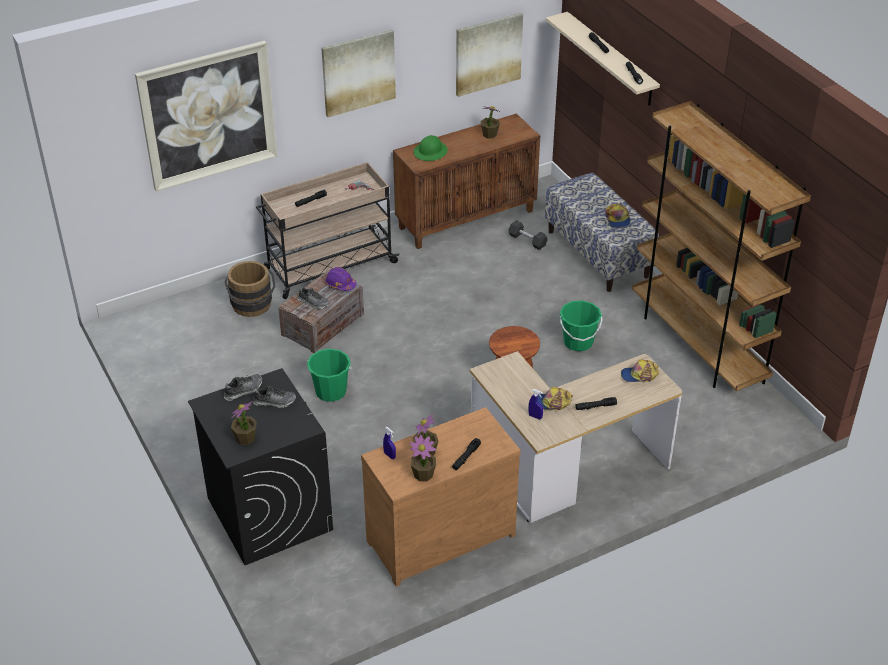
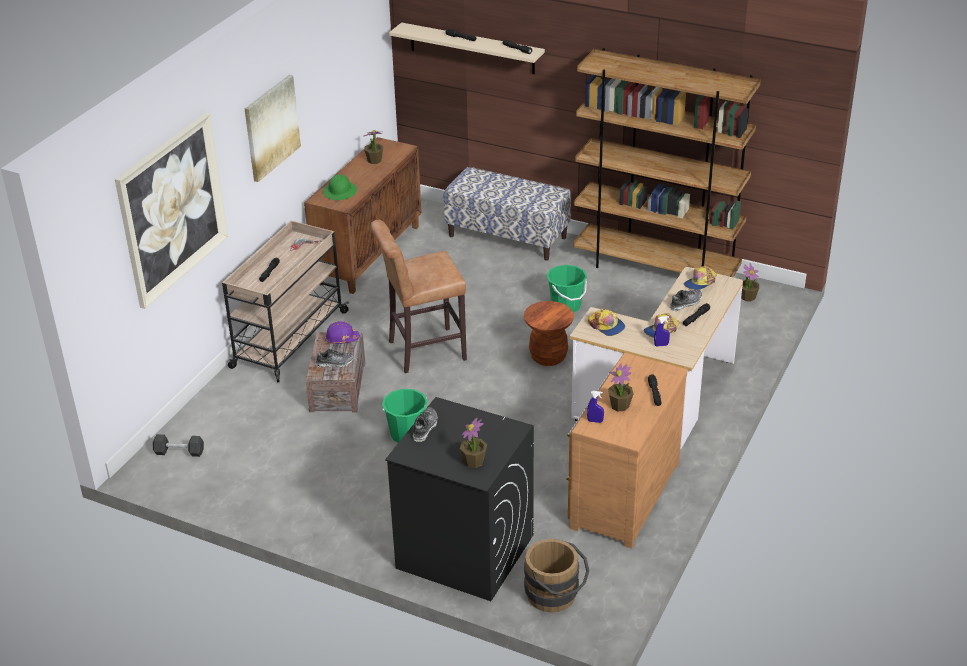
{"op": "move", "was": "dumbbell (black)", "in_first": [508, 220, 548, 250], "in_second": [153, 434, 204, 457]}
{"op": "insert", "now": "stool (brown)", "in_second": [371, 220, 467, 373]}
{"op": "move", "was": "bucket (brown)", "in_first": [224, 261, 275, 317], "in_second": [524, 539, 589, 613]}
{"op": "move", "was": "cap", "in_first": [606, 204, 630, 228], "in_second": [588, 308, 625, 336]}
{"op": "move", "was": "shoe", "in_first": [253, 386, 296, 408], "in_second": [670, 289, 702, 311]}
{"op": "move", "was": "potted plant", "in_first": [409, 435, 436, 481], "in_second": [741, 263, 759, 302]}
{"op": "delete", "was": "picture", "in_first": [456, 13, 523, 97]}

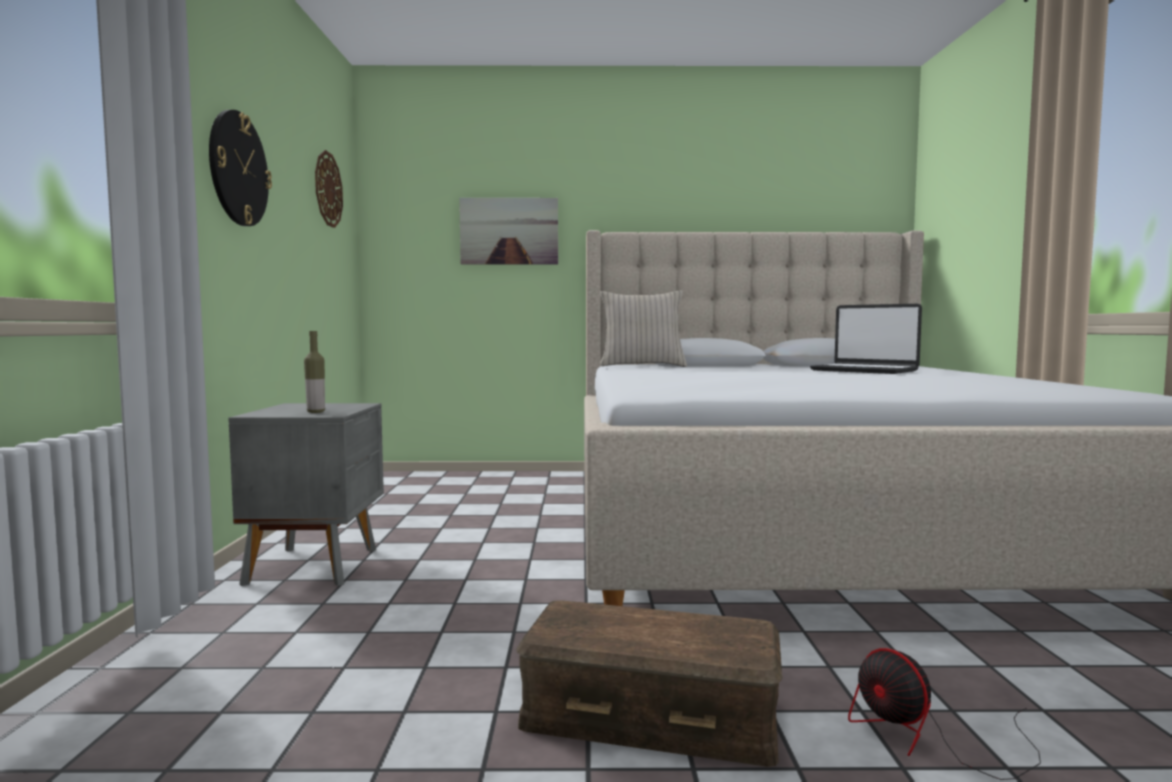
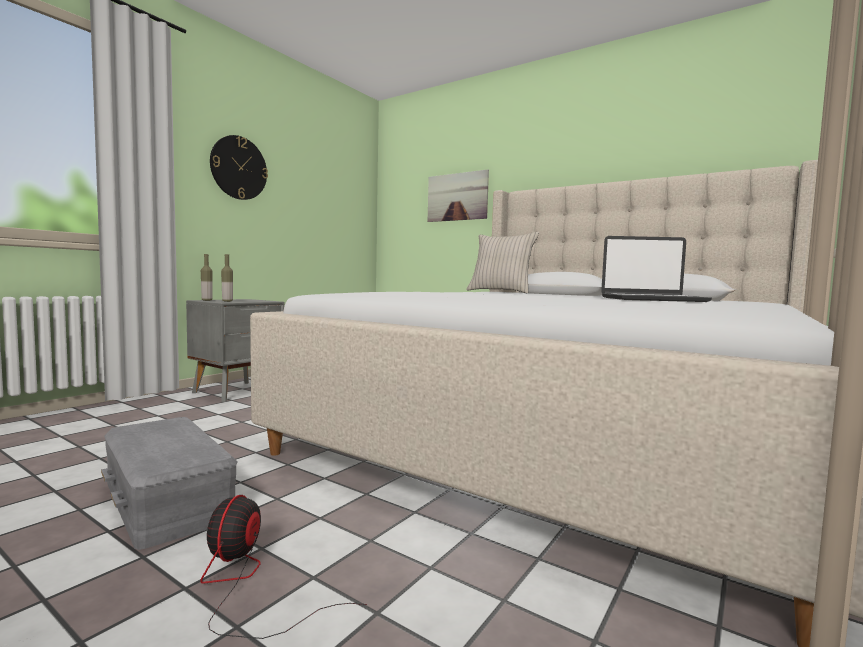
{"op": "recolor", "was": "storage box (brown)", "now": "storage box (grey)", "in_first": [516, 600, 782, 767], "in_second": [101, 417, 237, 550]}
{"op": "insert", "now": "bottle", "in_second": [201, 254, 212, 301]}
{"op": "rotate", "was": "laptop", "in_first": [810, 304, 922, 374], "in_second": [601, 236, 712, 302], "clockwise": -75}
{"op": "delete", "was": "wall clock", "in_first": [315, 150, 343, 228]}

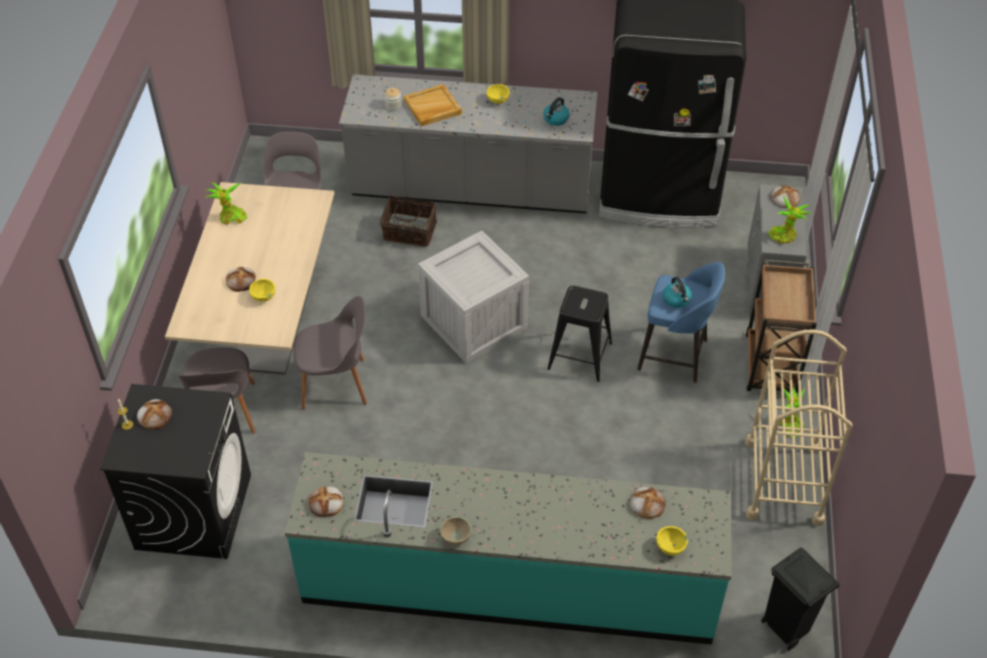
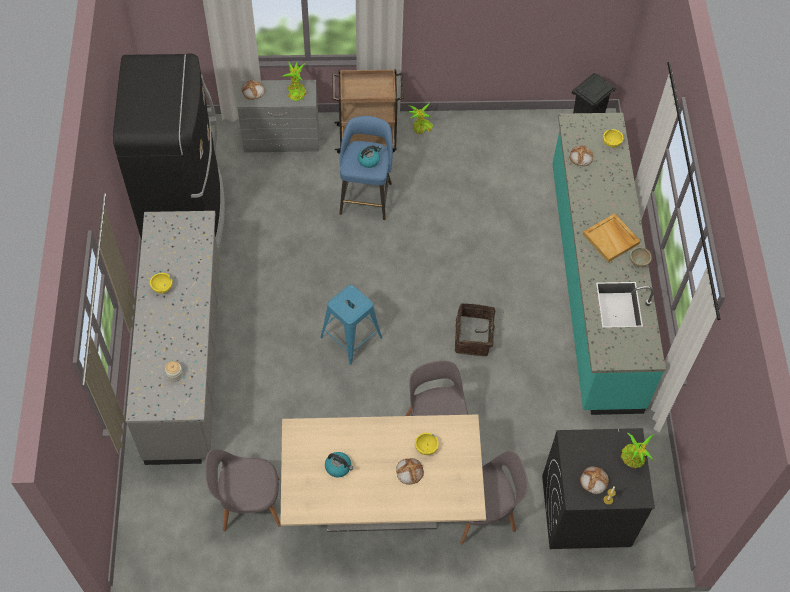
{"op": "replace", "was": "crate", "now": "stool (blue)", "in_first": [418, 231, 529, 363], "in_second": [320, 285, 382, 365]}
{"op": "move", "was": "kettle", "in_first": [543, 97, 570, 126], "in_second": [325, 452, 353, 477]}
{"op": "move", "was": "basket", "in_first": [380, 196, 437, 247], "in_second": [455, 303, 501, 356]}
{"op": "move", "was": "tray (beige)", "in_first": [404, 84, 462, 127], "in_second": [583, 213, 640, 262]}
{"op": "move", "was": "potted plant", "in_first": [205, 182, 247, 225], "in_second": [621, 433, 655, 468]}
{"op": "delete", "was": "bread", "in_first": [308, 486, 343, 517]}
{"op": "delete", "was": "stool (black)", "in_first": [547, 286, 612, 382]}
{"op": "delete", "was": "cart (beige)", "in_first": [745, 330, 853, 526]}

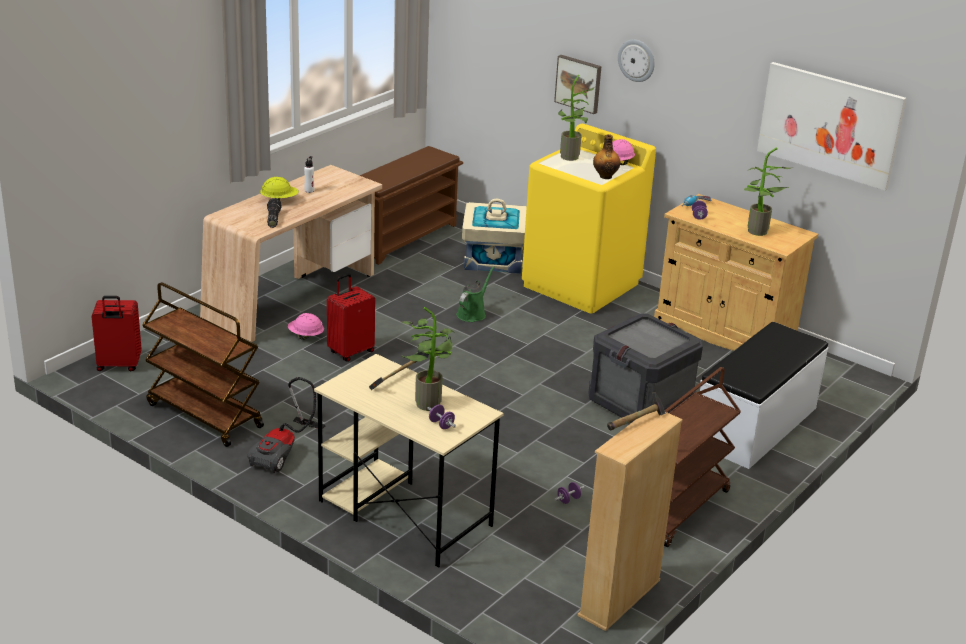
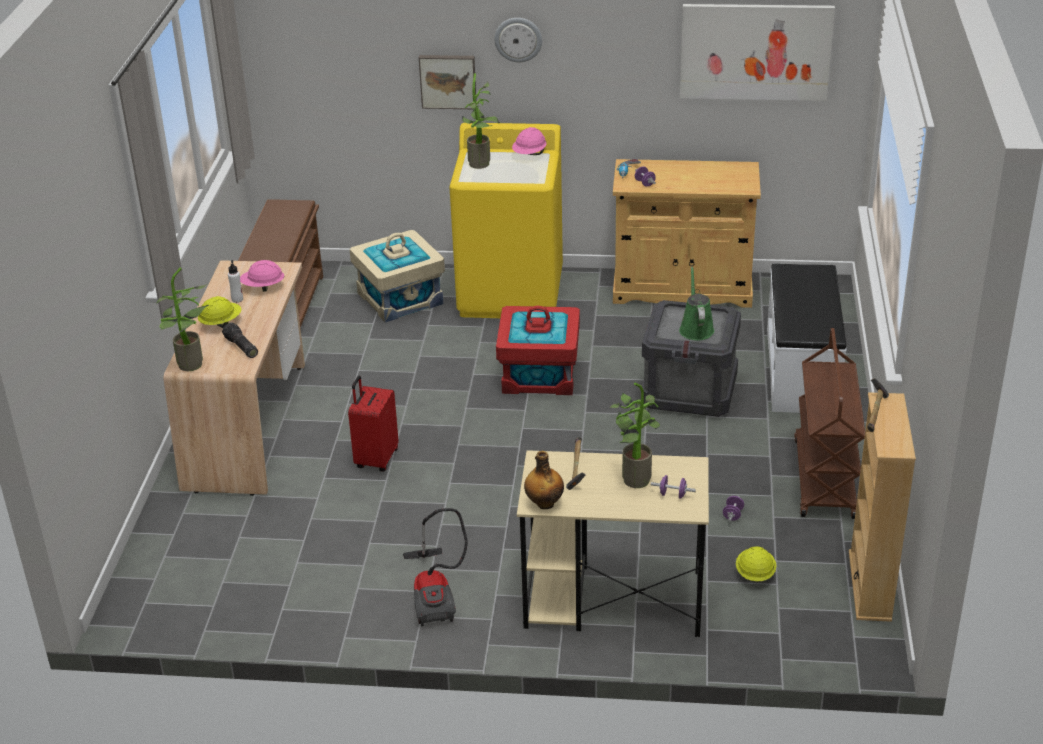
{"op": "move", "was": "potted plant", "in_first": [744, 147, 793, 236], "in_second": [155, 268, 209, 371]}
{"op": "move", "was": "hard hat (pink)", "in_first": [288, 313, 324, 340], "in_second": [240, 260, 284, 292]}
{"op": "insert", "now": "storage box (red)", "in_second": [496, 306, 580, 395]}
{"op": "move", "was": "bottle", "in_first": [593, 134, 621, 179], "in_second": [524, 451, 564, 509]}
{"op": "move", "was": "watering can (green)", "in_first": [456, 266, 495, 322], "in_second": [679, 267, 714, 340]}
{"op": "insert", "now": "hard hat (yellow)", "in_second": [736, 546, 776, 582]}
{"op": "delete", "was": "suitcase (red)", "in_first": [92, 296, 142, 372]}
{"op": "delete", "was": "cart (brown)", "in_first": [142, 282, 264, 447]}

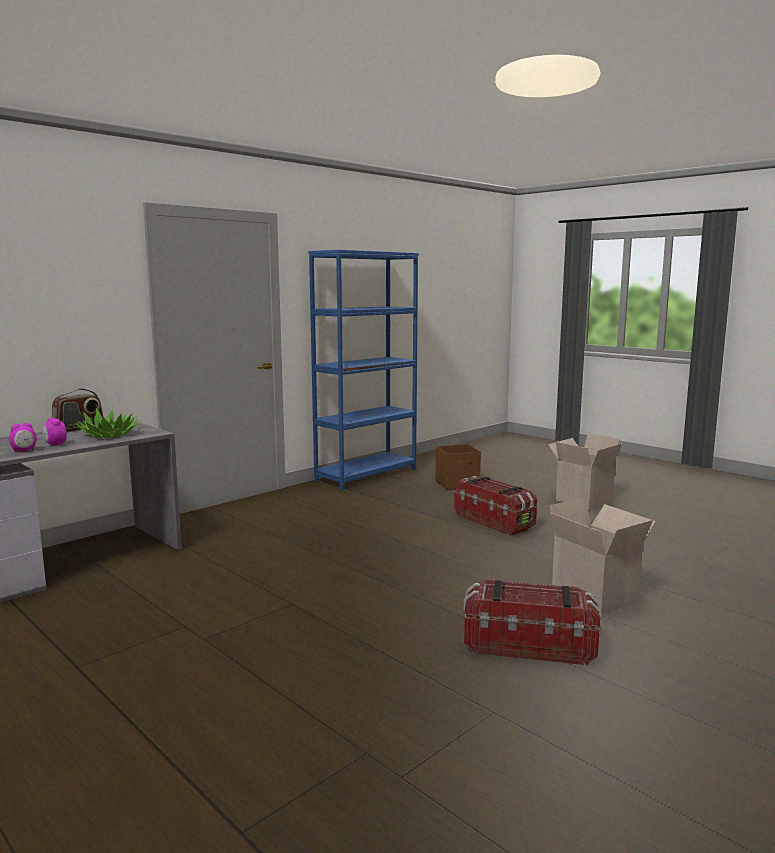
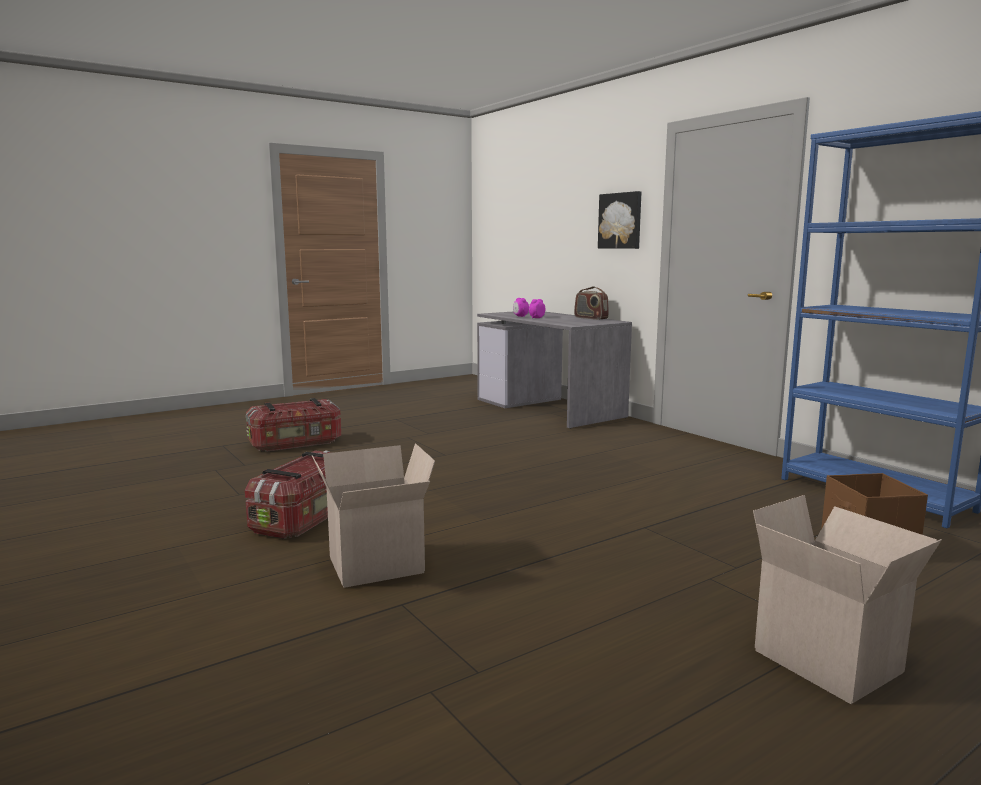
{"op": "move", "was": "storage box", "in_first": [454, 476, 537, 536], "in_second": [246, 398, 341, 452]}
{"op": "insert", "now": "picture", "in_second": [598, 191, 641, 249]}
{"op": "delete", "was": "potted plant", "in_first": [76, 408, 140, 438]}

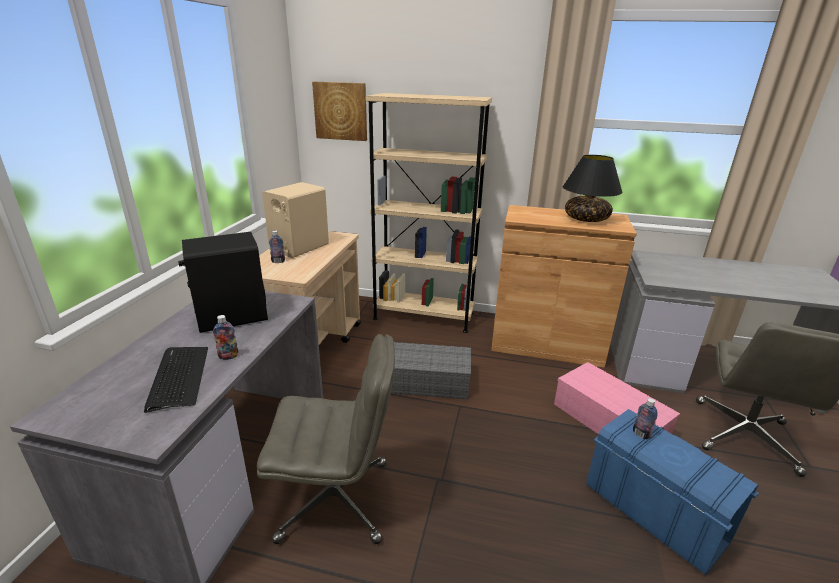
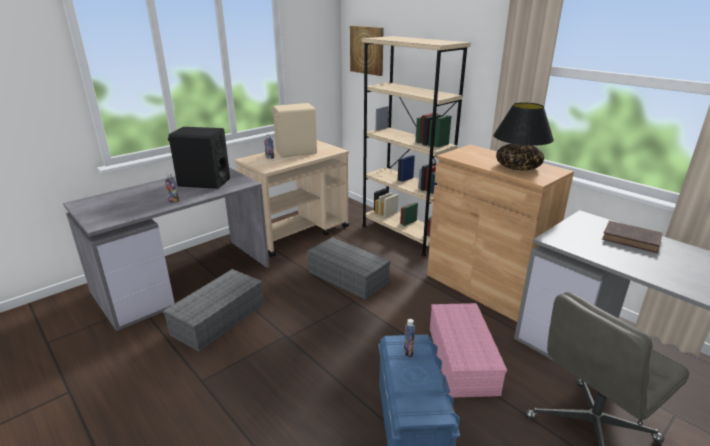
{"op": "replace", "was": "office chair (grey)", "now": "storage box (grey)", "in_first": [257, 334, 395, 544], "in_second": [163, 269, 264, 352]}
{"op": "insert", "now": "book (brown)", "in_second": [602, 221, 663, 253]}
{"op": "delete", "was": "keyboard", "in_first": [144, 347, 208, 413]}

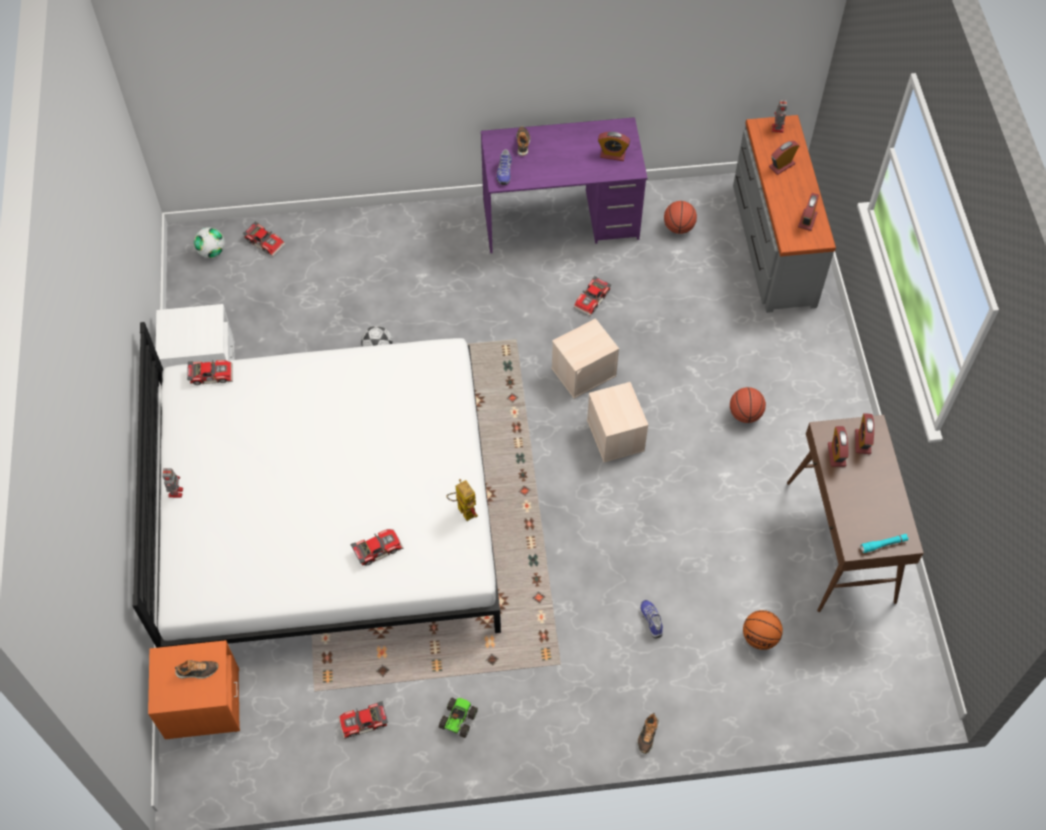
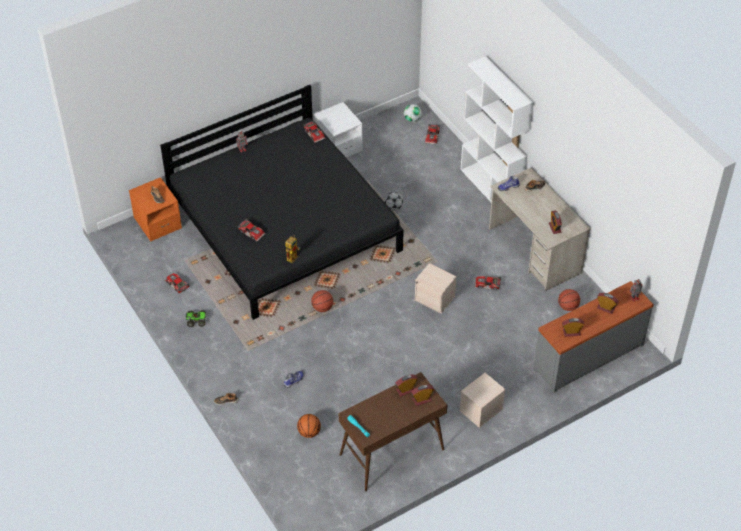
{"op": "recolor", "was": "bed (white)", "now": "bed (black)", "in_first": [132, 322, 501, 648], "in_second": [160, 85, 404, 320]}
{"op": "move", "was": "basketball", "in_first": [730, 387, 766, 423], "in_second": [311, 290, 333, 312]}
{"op": "move", "was": "storage box (beige)", "in_first": [587, 382, 649, 462], "in_second": [459, 373, 506, 428]}
{"op": "insert", "now": "bookcase (white)", "in_second": [461, 56, 533, 202]}
{"op": "recolor", "was": "desk (purple)", "now": "desk (beige)", "in_first": [481, 117, 647, 253], "in_second": [489, 167, 591, 291]}

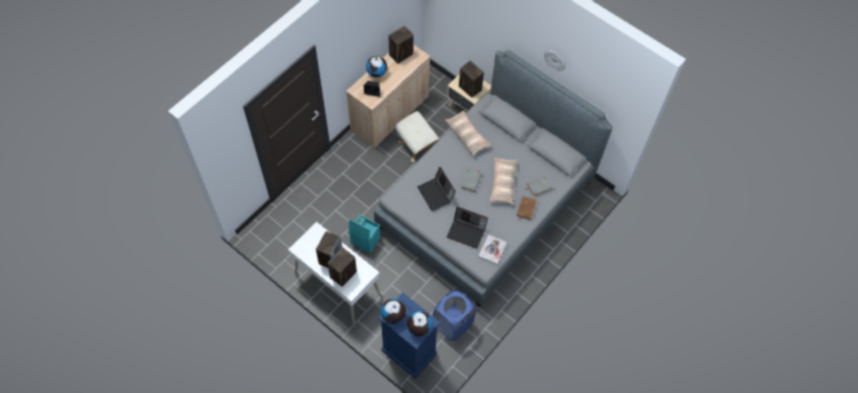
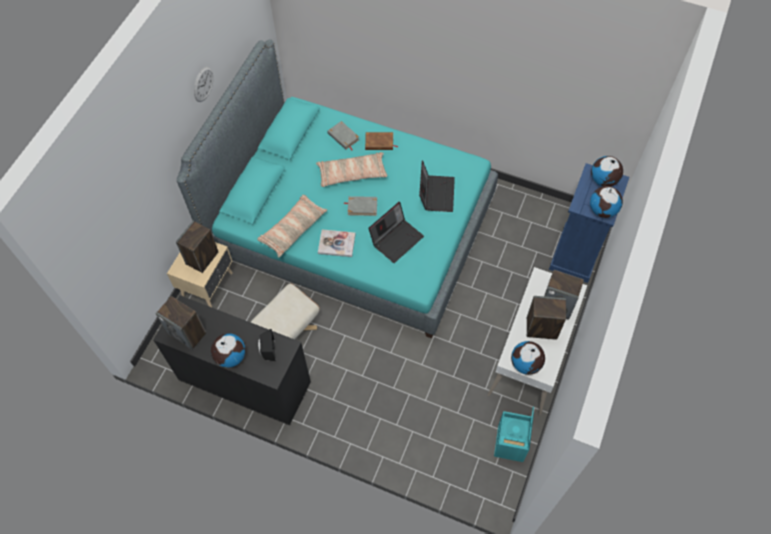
{"op": "recolor", "was": "cabinet (beige)", "now": "cabinet (black)", "in_first": [346, 45, 430, 148], "in_second": [153, 295, 311, 425]}
{"op": "recolor", "was": "bed (grey)", "now": "bed (turquoise)", "in_first": [374, 50, 613, 307], "in_second": [176, 39, 498, 338]}
{"op": "move", "was": "book", "in_first": [479, 235, 507, 265], "in_second": [318, 229, 356, 257]}
{"op": "move", "was": "storage box (turquoise)", "in_first": [349, 215, 381, 254], "in_second": [494, 406, 534, 462]}
{"op": "insert", "now": "globe", "in_second": [511, 341, 545, 375]}
{"op": "delete", "was": "laundry basket (blue)", "in_first": [433, 290, 476, 341]}

